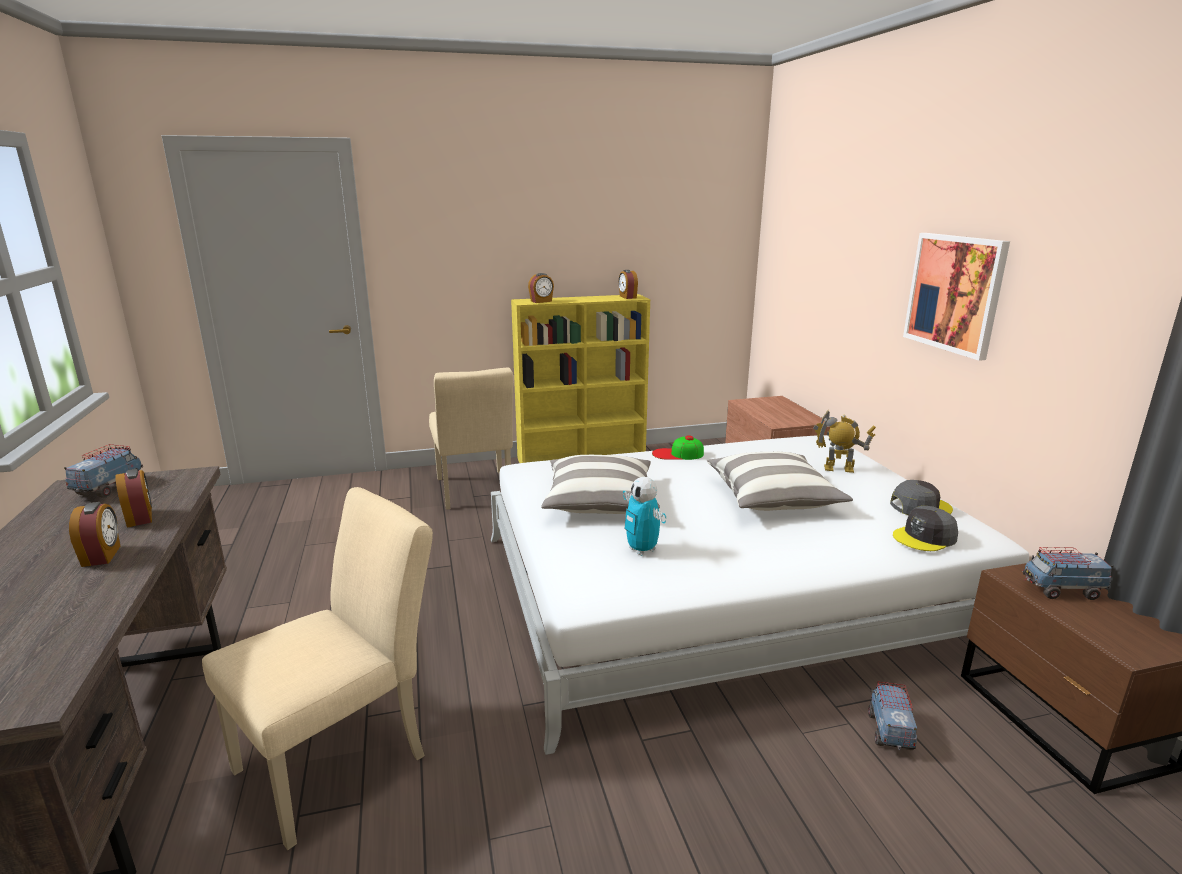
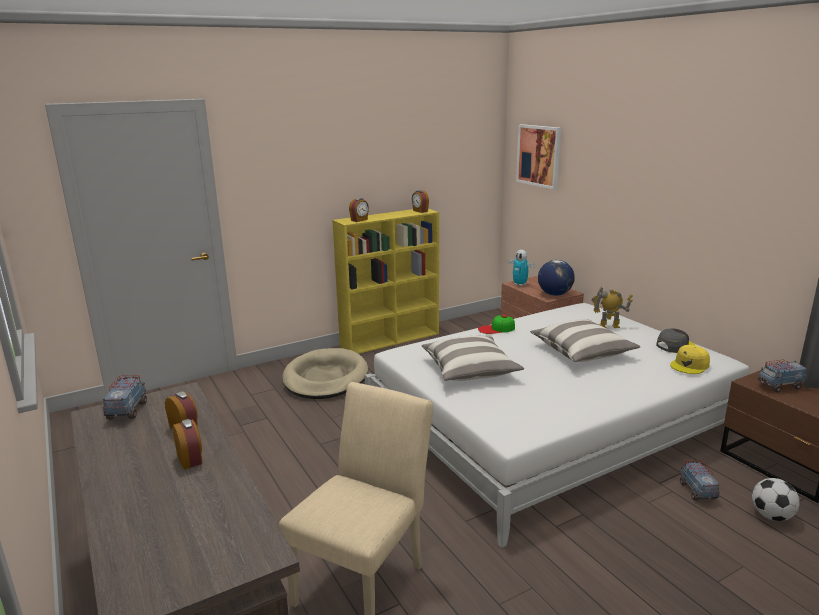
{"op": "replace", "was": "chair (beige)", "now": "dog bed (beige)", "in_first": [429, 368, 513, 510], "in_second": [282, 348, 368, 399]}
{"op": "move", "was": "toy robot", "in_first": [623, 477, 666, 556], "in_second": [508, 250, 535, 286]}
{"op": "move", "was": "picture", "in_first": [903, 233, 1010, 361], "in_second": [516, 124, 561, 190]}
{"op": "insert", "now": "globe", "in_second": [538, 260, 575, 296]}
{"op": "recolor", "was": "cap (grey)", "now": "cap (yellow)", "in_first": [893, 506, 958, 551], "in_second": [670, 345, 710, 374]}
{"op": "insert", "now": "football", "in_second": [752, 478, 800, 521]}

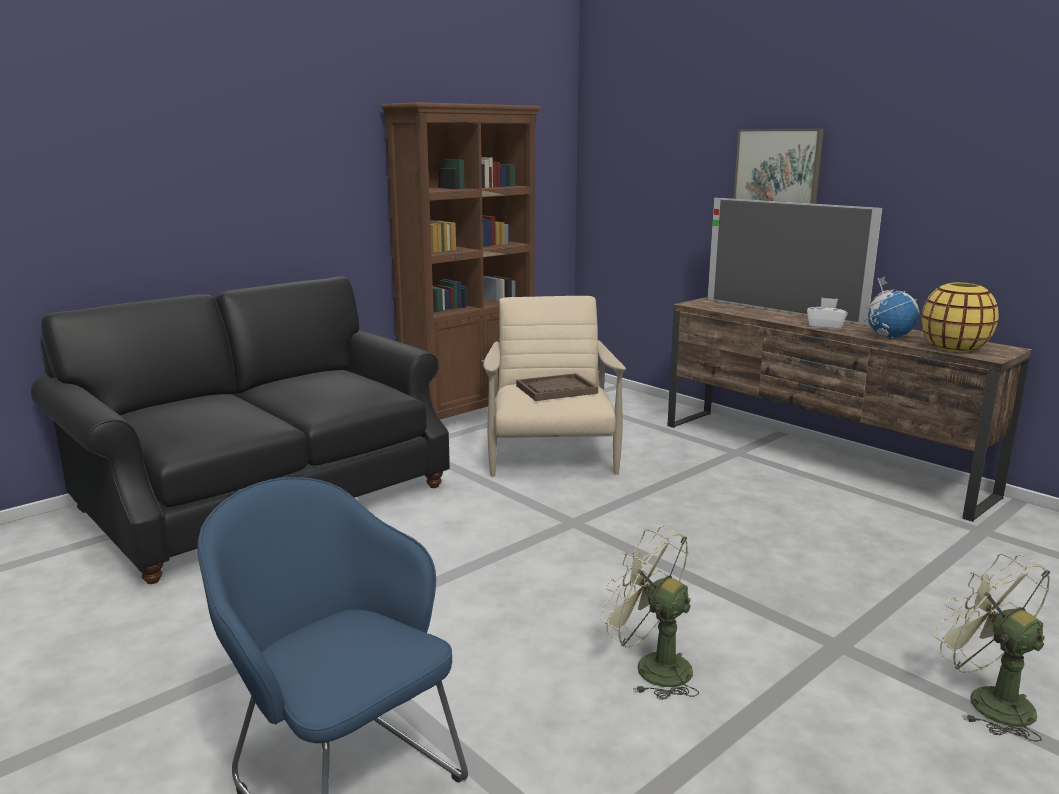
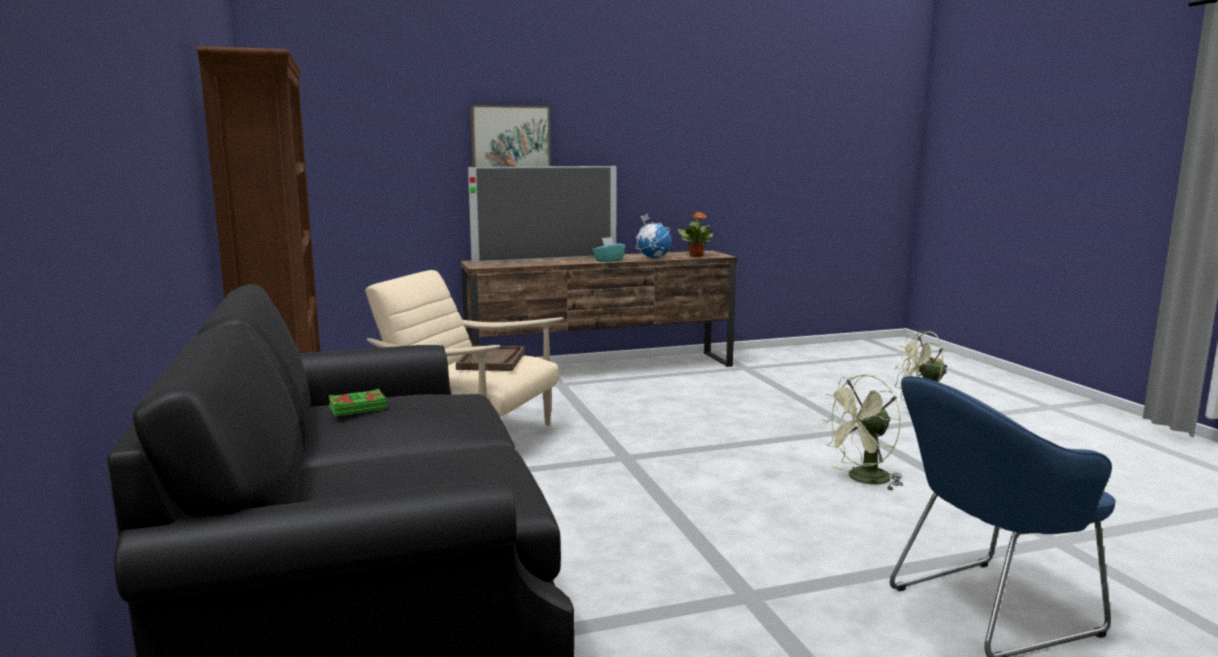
{"op": "insert", "now": "book (green)", "in_second": [328, 389, 387, 416]}
{"op": "recolor", "was": "tissue box (white)", "now": "tissue box (turquoise)", "in_first": [807, 297, 848, 330], "in_second": [592, 237, 625, 262]}
{"op": "replace", "was": "vase (yellow)", "now": "potted plant", "in_first": [921, 282, 998, 352], "in_second": [678, 212, 713, 257]}

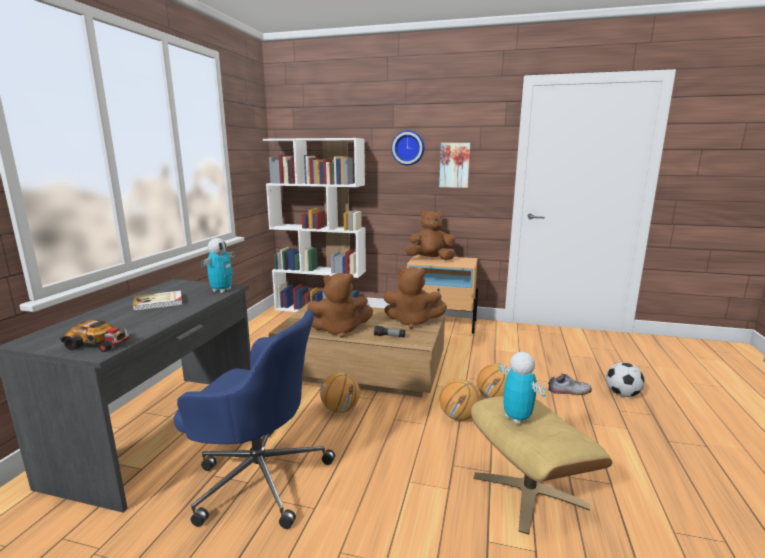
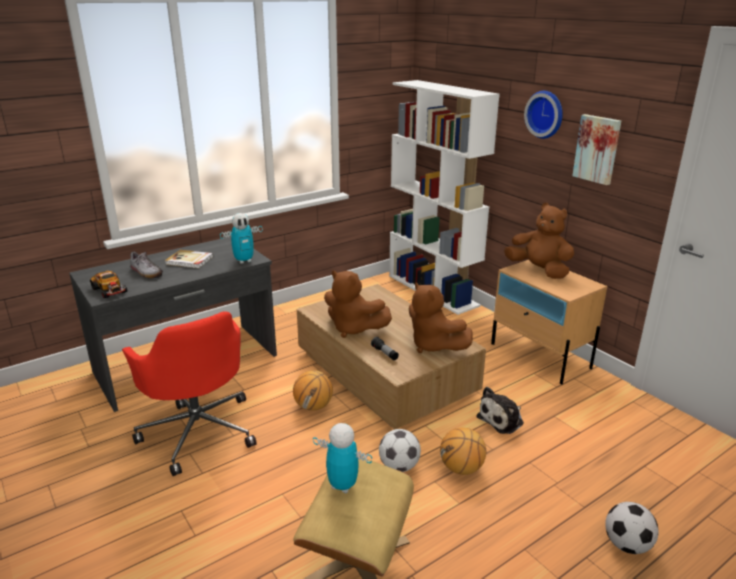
{"op": "recolor", "was": "office chair (blue)", "now": "office chair (red)", "in_first": [174, 310, 335, 529], "in_second": [122, 312, 257, 476]}
{"op": "move", "was": "shoe", "in_first": [548, 374, 592, 395], "in_second": [130, 252, 163, 279]}
{"op": "rotate", "was": "toy robot", "in_first": [498, 352, 547, 424], "in_second": [313, 423, 372, 493], "clockwise": -75}
{"op": "replace", "was": "basketball", "now": "football", "in_first": [440, 379, 481, 421], "in_second": [379, 429, 421, 472]}
{"op": "insert", "now": "plush toy", "in_second": [476, 387, 524, 434]}

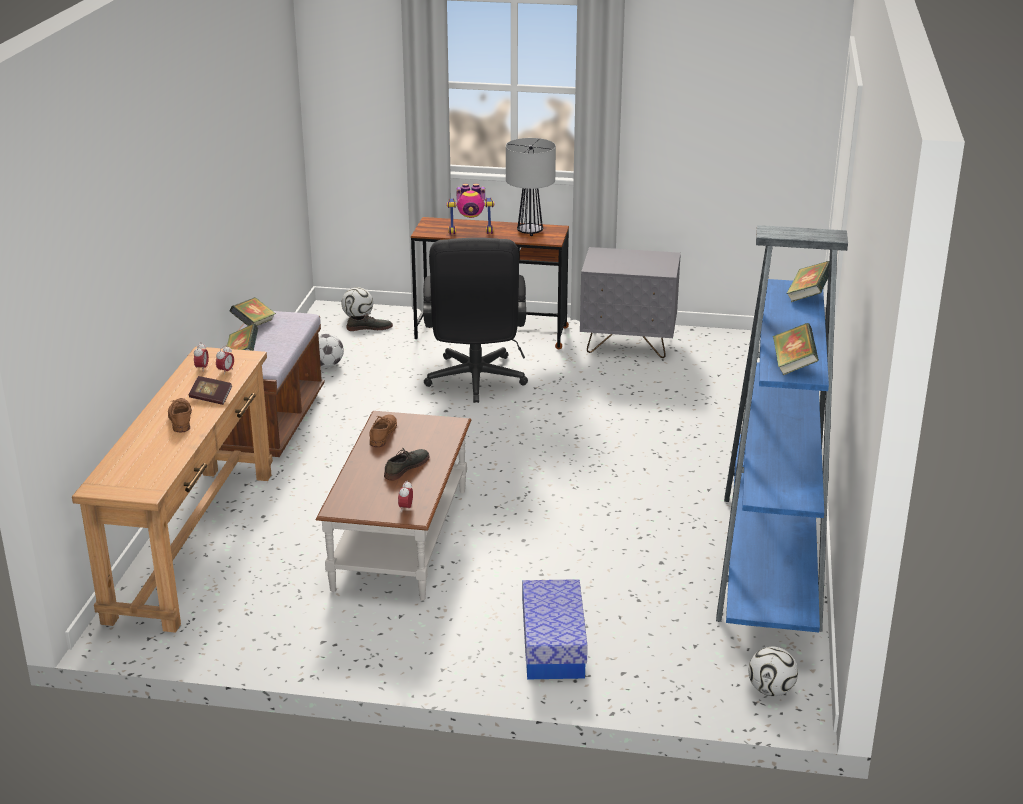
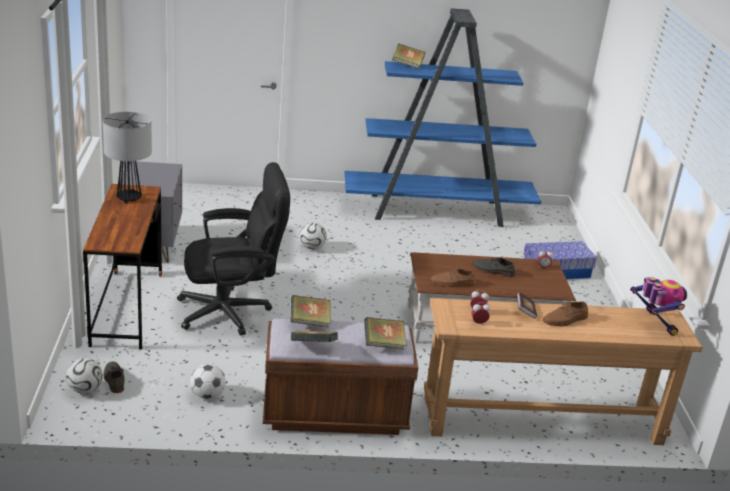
{"op": "move", "was": "book", "in_first": [773, 323, 819, 375], "in_second": [291, 295, 331, 327]}
{"op": "move", "was": "football", "in_first": [748, 647, 798, 696], "in_second": [300, 223, 327, 249]}
{"op": "move", "was": "toy robot", "in_first": [446, 183, 495, 234], "in_second": [630, 277, 687, 336]}

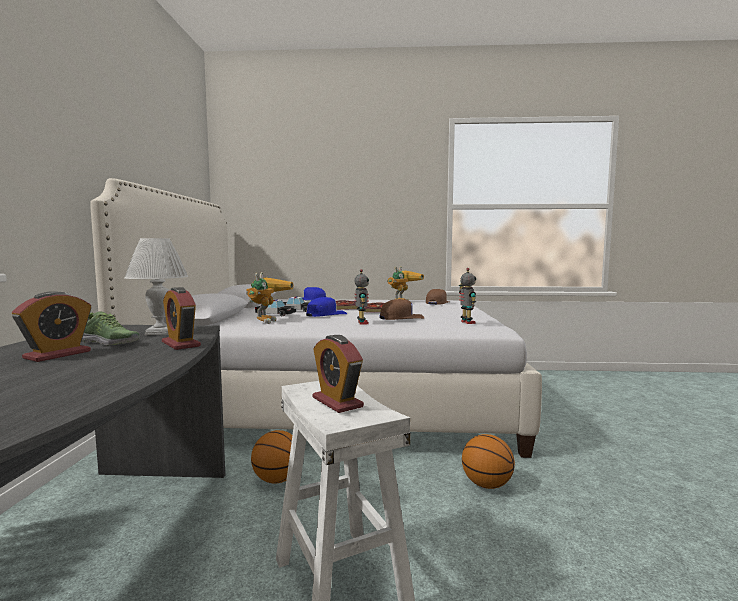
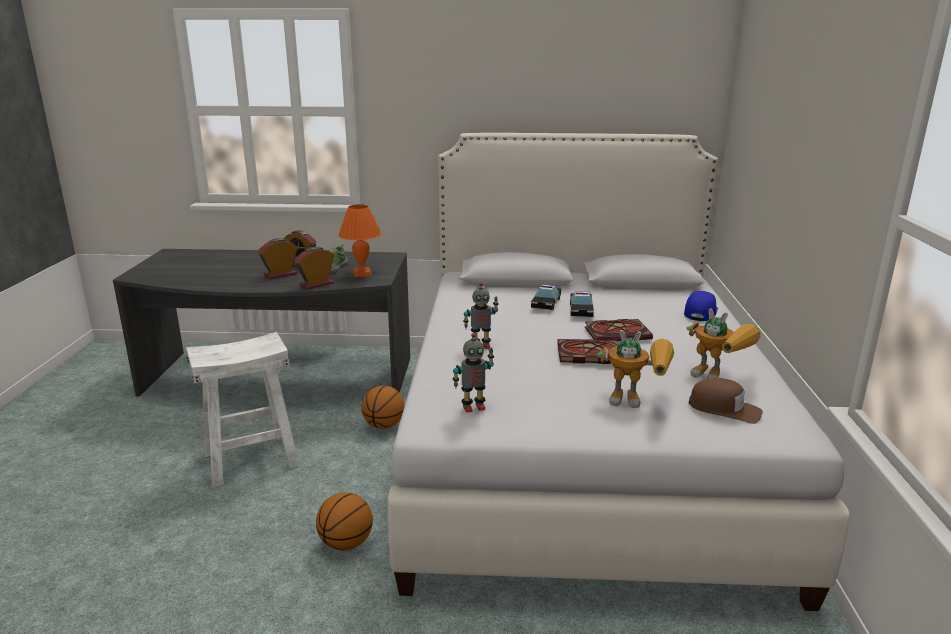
{"op": "move", "was": "alarm clock", "in_first": [312, 335, 364, 413], "in_second": [258, 238, 297, 279]}
{"op": "recolor", "was": "table lamp (white)", "now": "table lamp (orange)", "in_first": [125, 238, 189, 335], "in_second": [338, 204, 381, 277]}
{"op": "move", "was": "toy robot", "in_first": [246, 272, 294, 324], "in_second": [597, 330, 674, 408]}
{"op": "delete", "was": "cap (blue)", "in_first": [306, 297, 347, 317]}
{"op": "delete", "was": "cap (brown)", "in_first": [379, 299, 424, 320]}

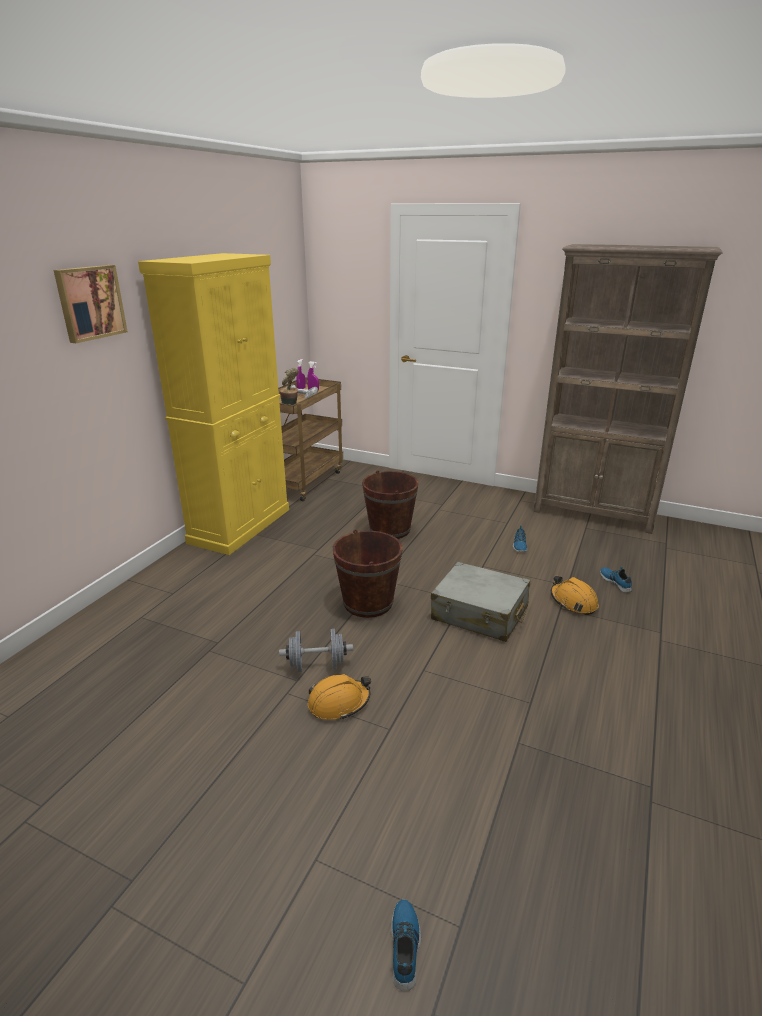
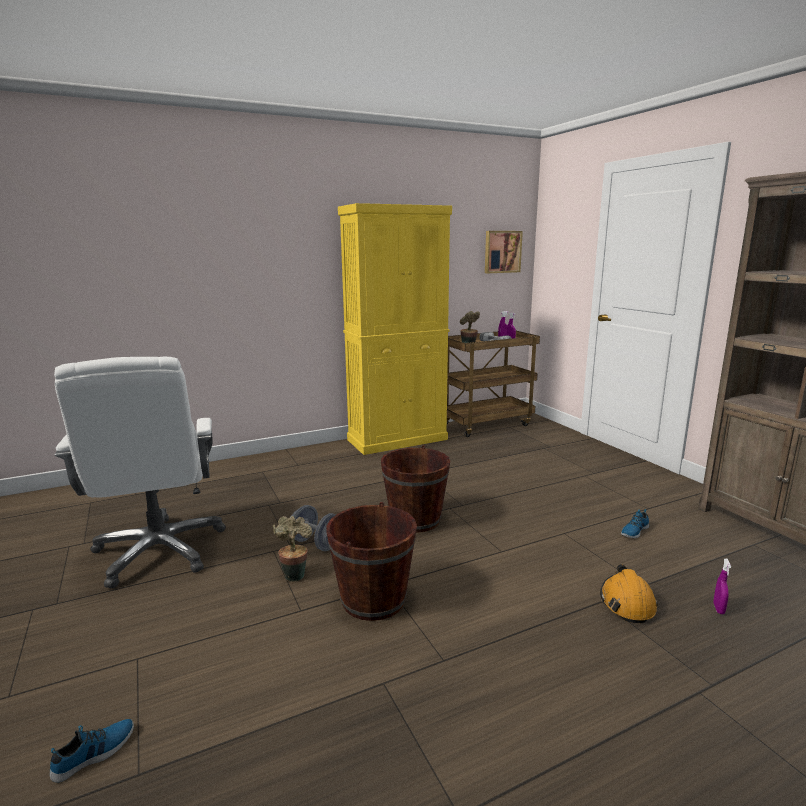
{"op": "insert", "now": "office chair (white)", "in_second": [54, 357, 226, 588]}
{"op": "replace", "was": "hard hat (orange)", "now": "potted plant", "in_first": [308, 674, 371, 720], "in_second": [273, 516, 312, 582]}
{"op": "move", "was": "bucket (brown)", "in_first": [362, 470, 419, 539], "in_second": [327, 502, 417, 621]}
{"op": "move", "was": "picture", "in_first": [54, 265, 128, 343], "in_second": [485, 231, 523, 273]}
{"op": "replace", "was": "shoe", "now": "spray bottle (purple)", "in_first": [600, 566, 632, 593], "in_second": [713, 559, 731, 614]}
{"op": "delete", "was": "suitcase (grey)", "in_first": [431, 562, 530, 642]}

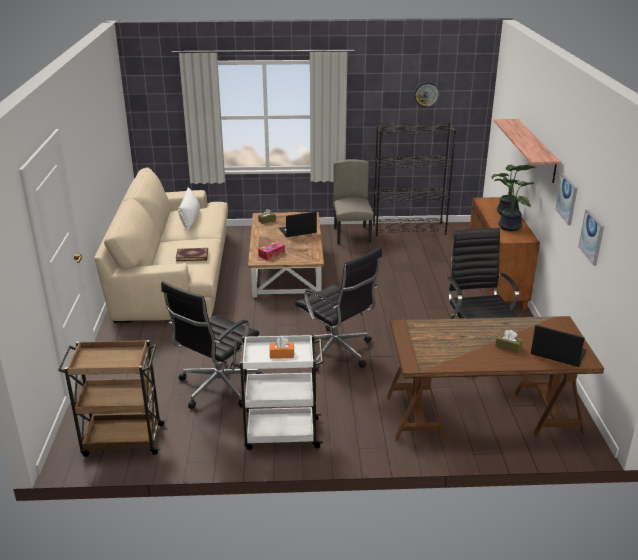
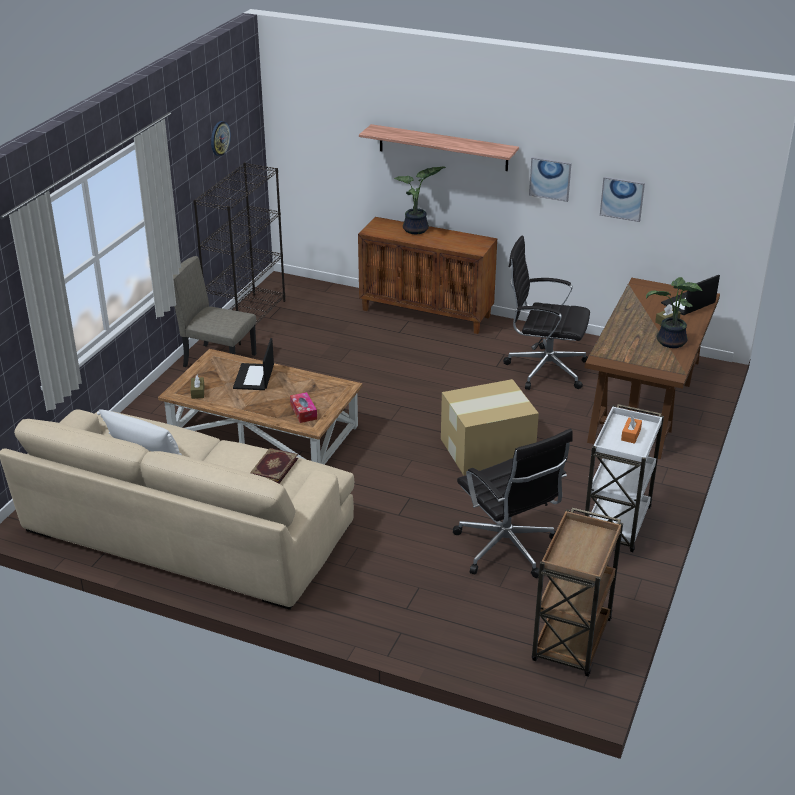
{"op": "replace", "was": "office chair (black)", "now": "cardboard box", "in_first": [295, 247, 382, 371], "in_second": [441, 379, 539, 475]}
{"op": "move", "was": "potted plant", "in_first": [494, 176, 535, 231], "in_second": [646, 277, 702, 348]}

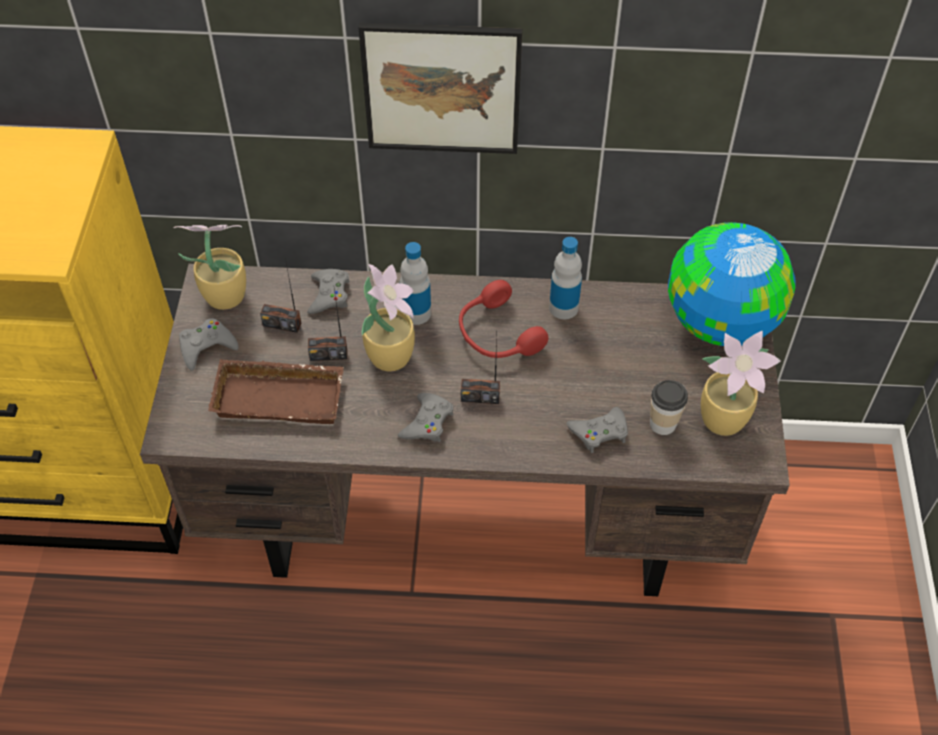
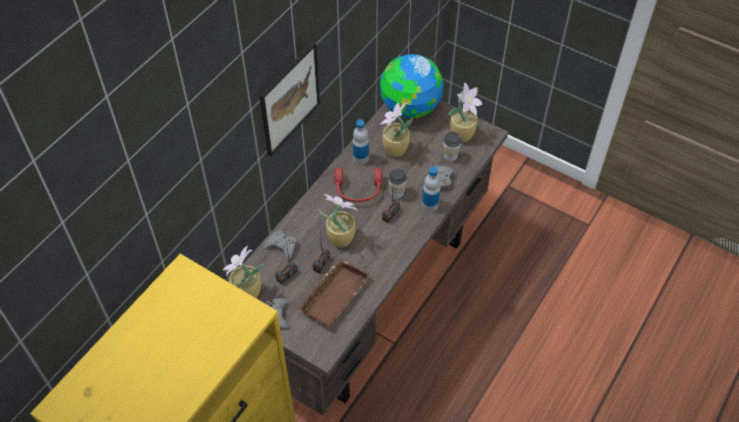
{"op": "insert", "now": "potted plant", "in_second": [380, 102, 413, 157]}
{"op": "insert", "now": "cup", "in_second": [388, 169, 407, 198]}
{"op": "move", "was": "bottle", "in_first": [400, 242, 431, 325], "in_second": [422, 167, 440, 212]}
{"op": "delete", "was": "game controller (grey)", "in_first": [398, 393, 454, 442]}

